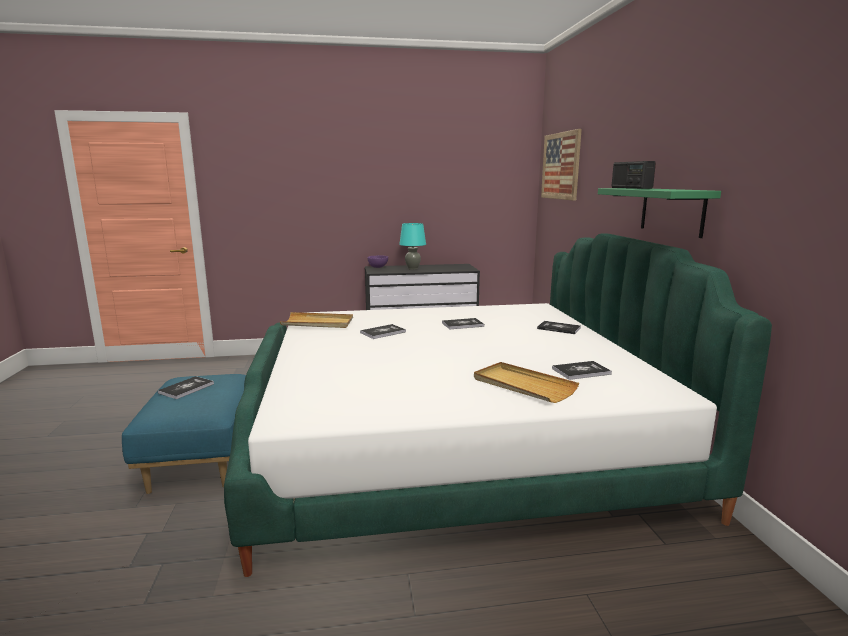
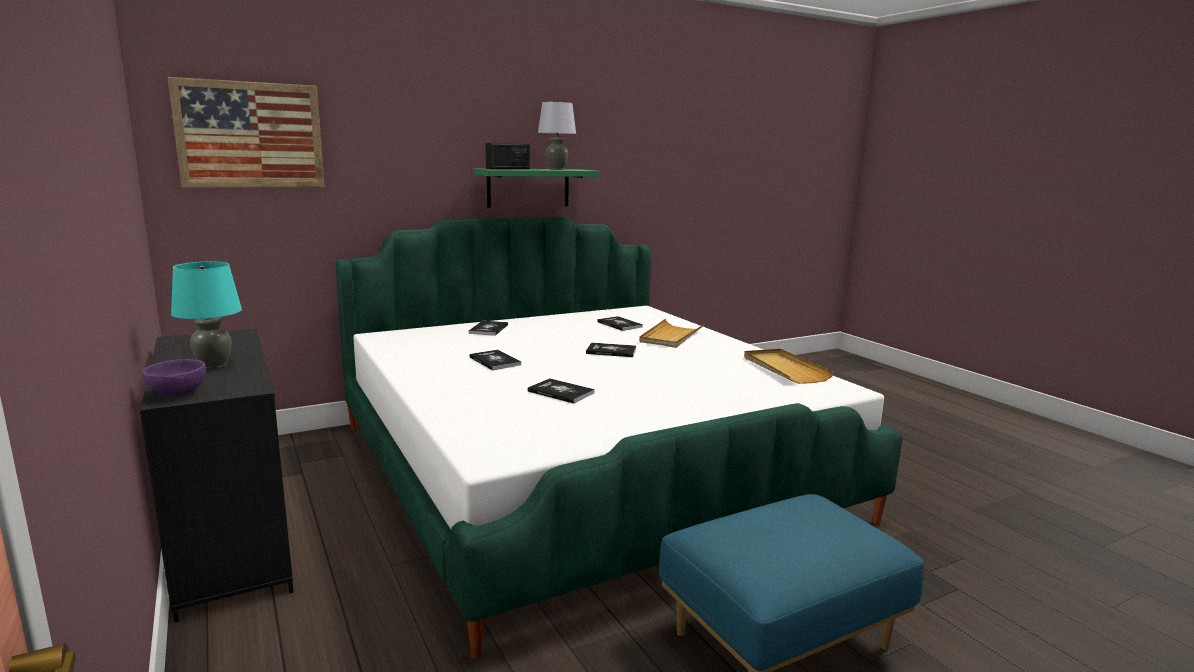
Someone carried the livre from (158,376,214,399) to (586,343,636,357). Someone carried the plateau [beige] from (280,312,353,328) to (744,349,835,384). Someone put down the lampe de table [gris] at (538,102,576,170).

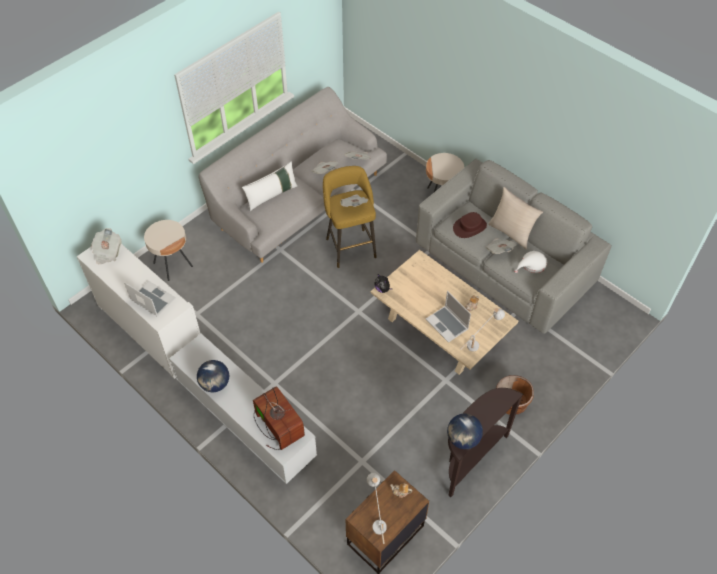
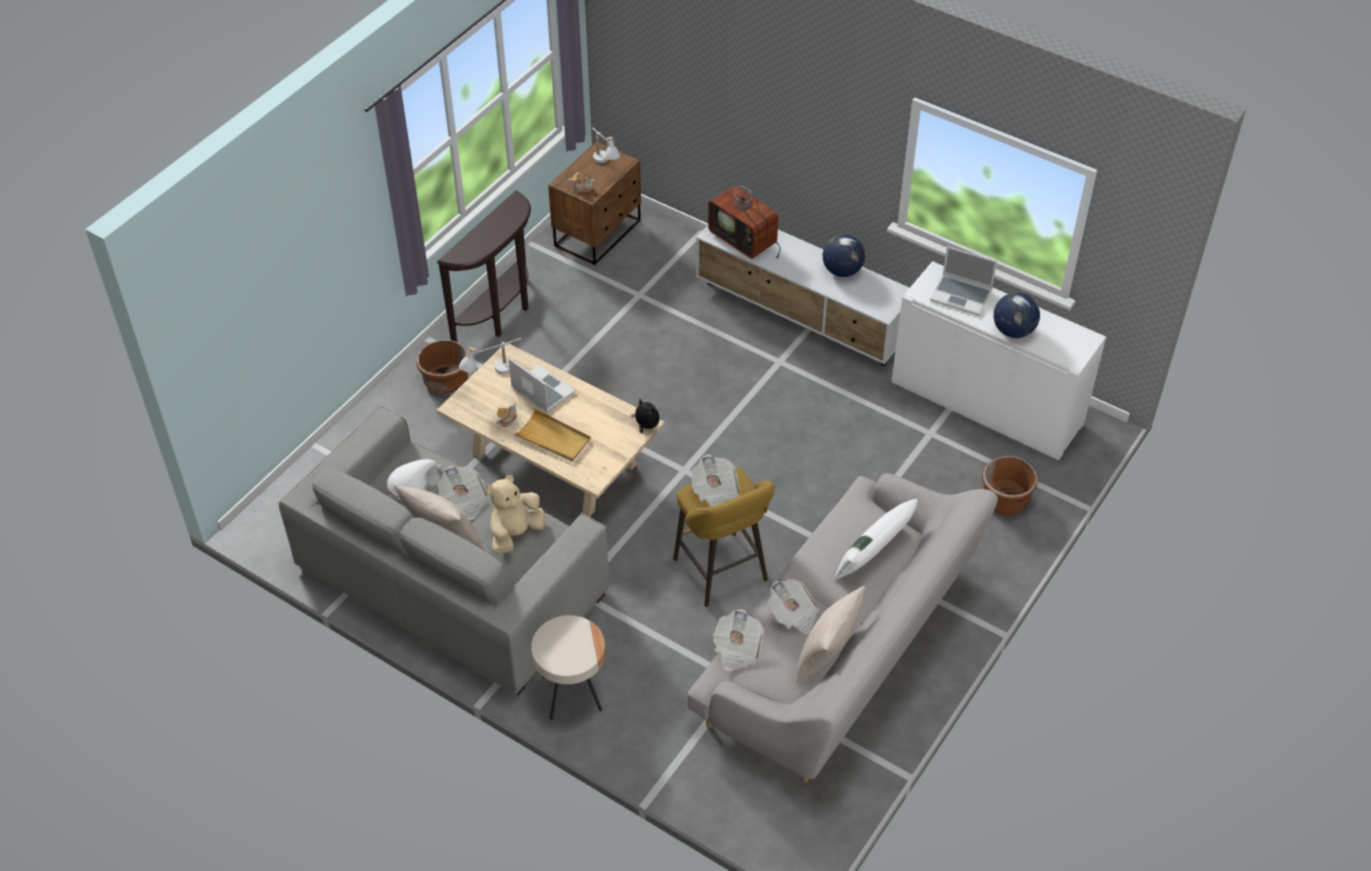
Someone took away the journal at (91,228,122,264). Someone swapped the table d'appoint [beige] at (144,220,193,281) for the cache-pot [marron] at (982,456,1038,515). Someone carried the globe from (447,414,483,449) to (994,292,1040,338). Someone swapped the chapeau [marron] at (453,212,487,238) for the peluche [beige] at (487,475,545,554). Someone put down the plateau [beige] at (514,409,591,462). Someone put down the coussin [beige] at (796,586,865,683).

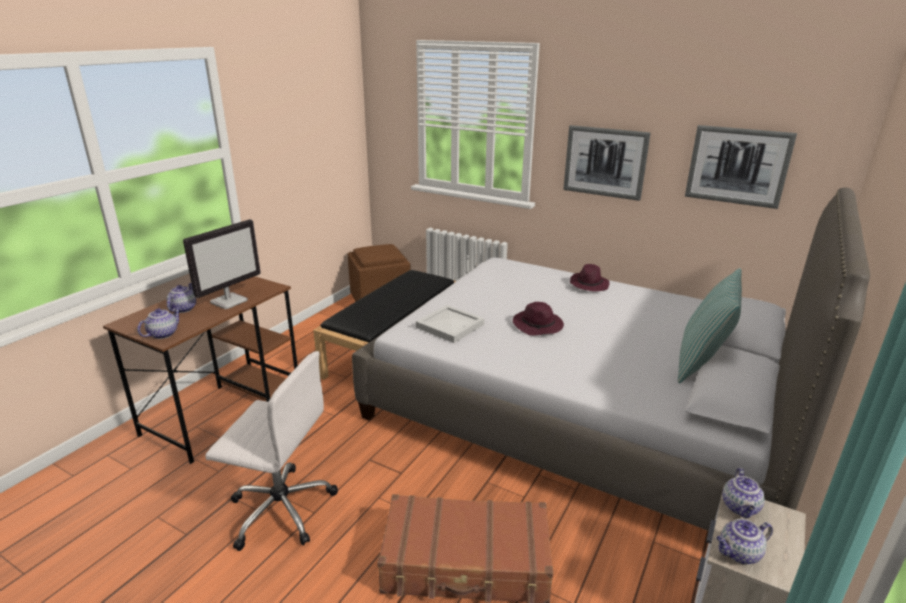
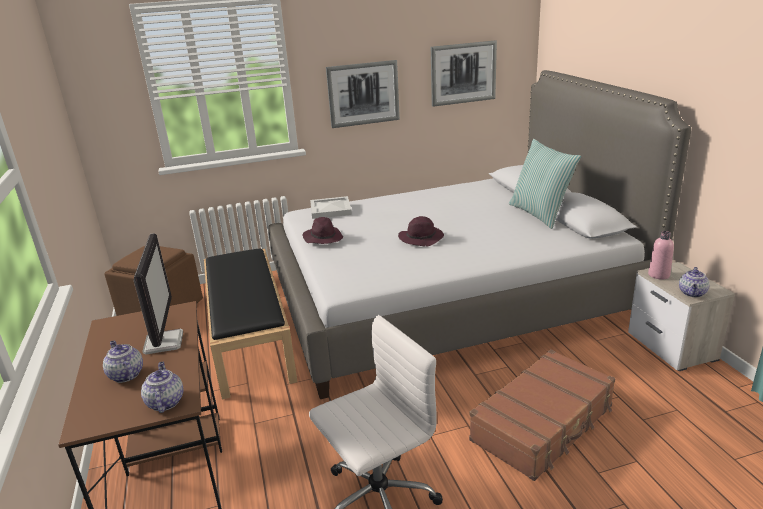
Someone carried the plateau [blanc] from (416,305,485,343) to (310,196,352,219). Someone carried the chapeau [violet] from (570,264,610,292) to (303,217,343,244). Someone swapped the théière at (722,468,765,518) for the bouteille [rose] at (648,231,674,280).

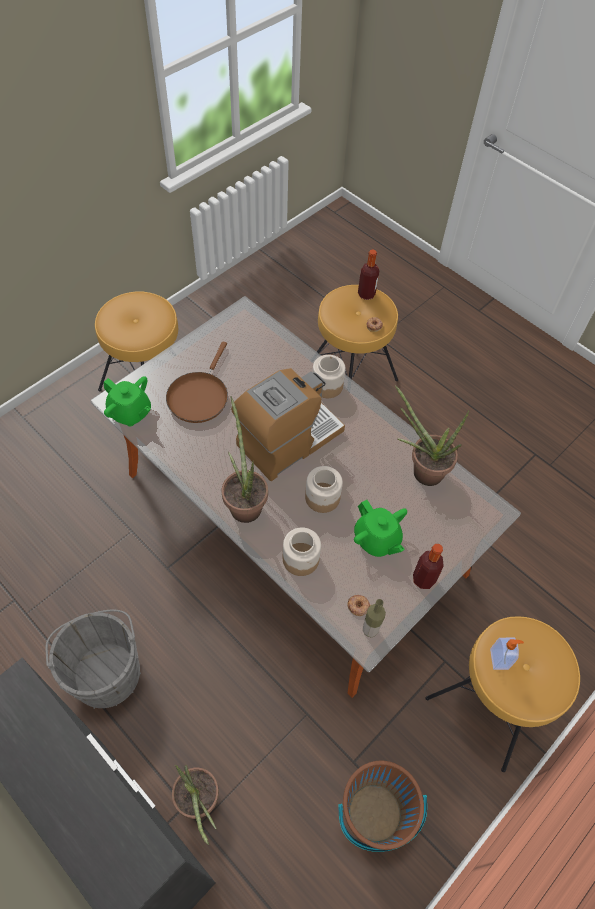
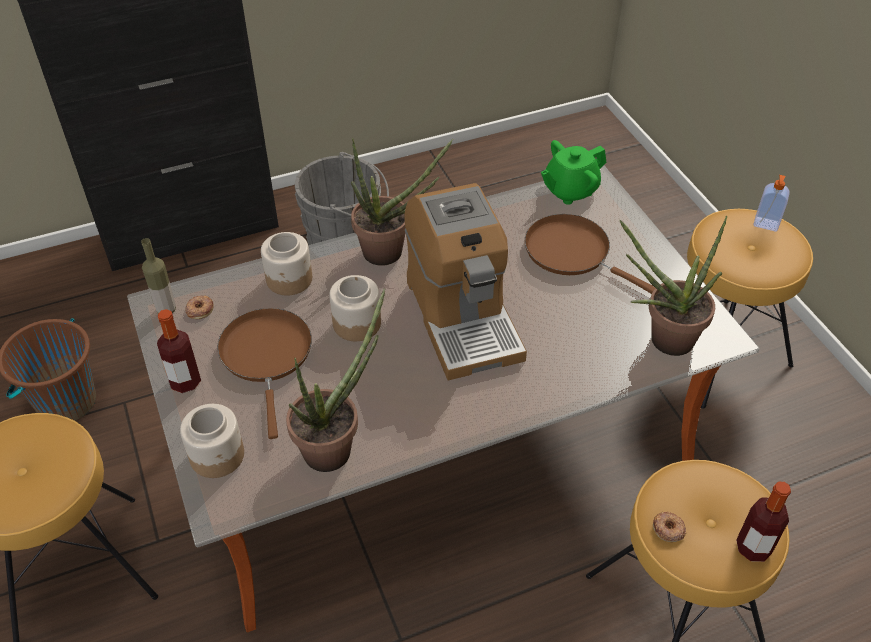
Someone carried the plante en pot from (172,765,219,845) to (620,216,727,356). Someone carried the bocal from (312,355,345,398) to (180,404,244,478). Someone swapped the théière [vert] at (354,500,407,557) for the poêle [marron] at (217,308,312,439). Someone carried the distributeur de savon from (490,638,524,670) to (753,175,789,231).

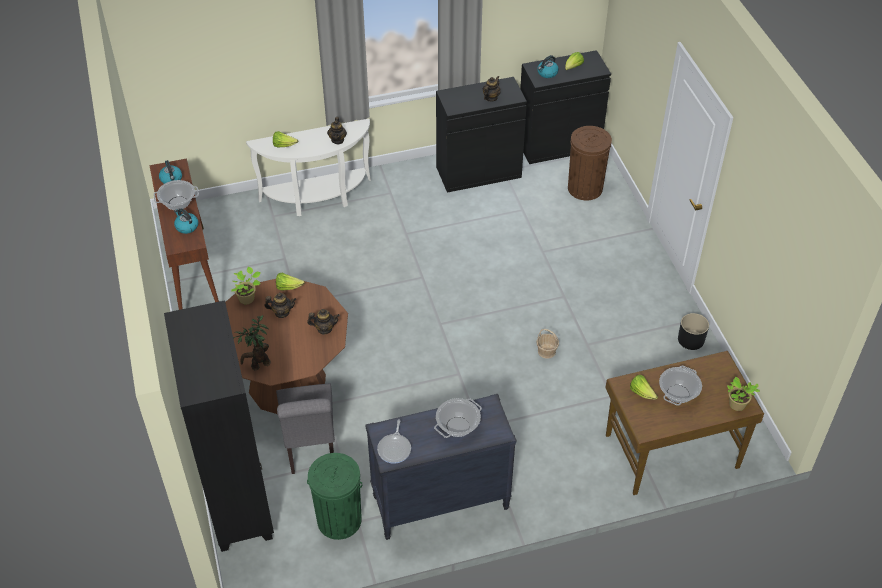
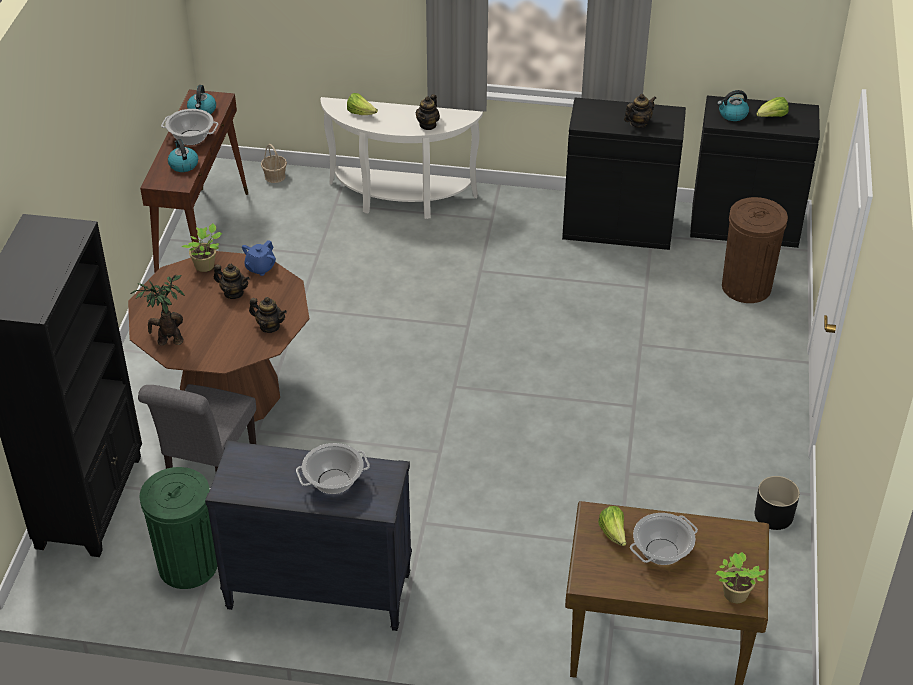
Someone swapped the laitue at (276,273,305,291) for the théière [bleu] at (242,240,276,276). Someone took away the poêle at (377,420,411,464). Someone carried the panier from (537,329,559,359) to (261,144,287,183).

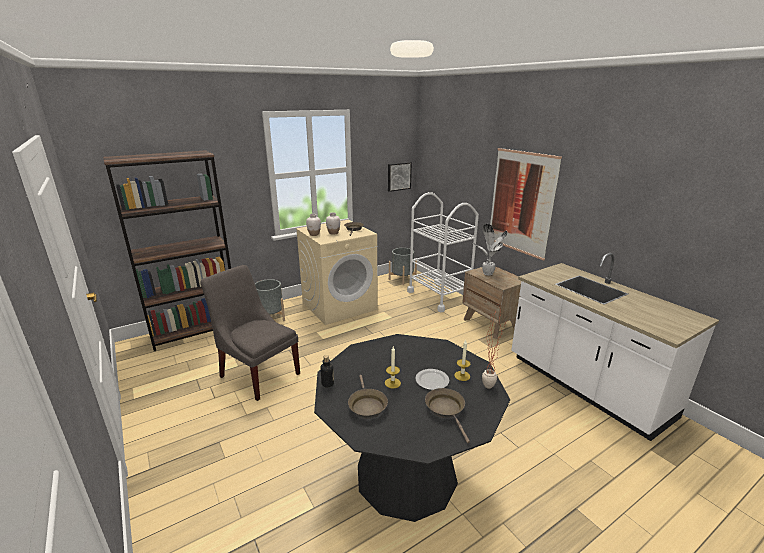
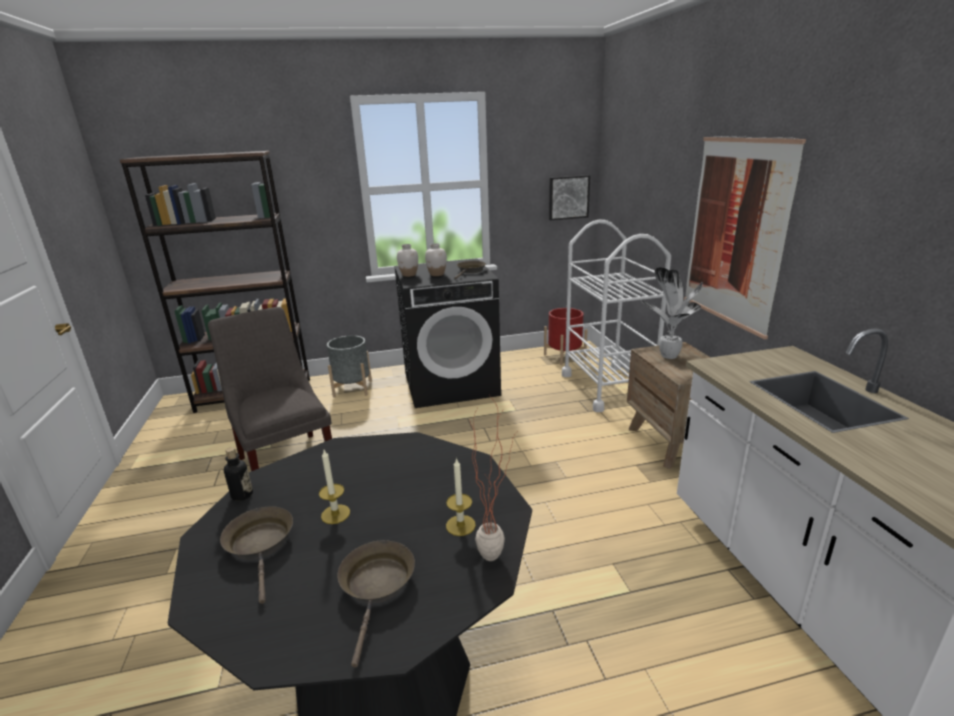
Someone repainted the lave-linge [beige] at (296,220,378,325), which became the lave-linge [noir] at (394,258,501,408). Someone rotated the poêle [marron] at (348,375,388,419) by 150 degrees clockwise. Someone repainted the cache-pot [gris] at (389,248,417,285), which became the cache-pot [rouge] at (544,308,588,365). Someone took away the assiette at (415,369,449,390).

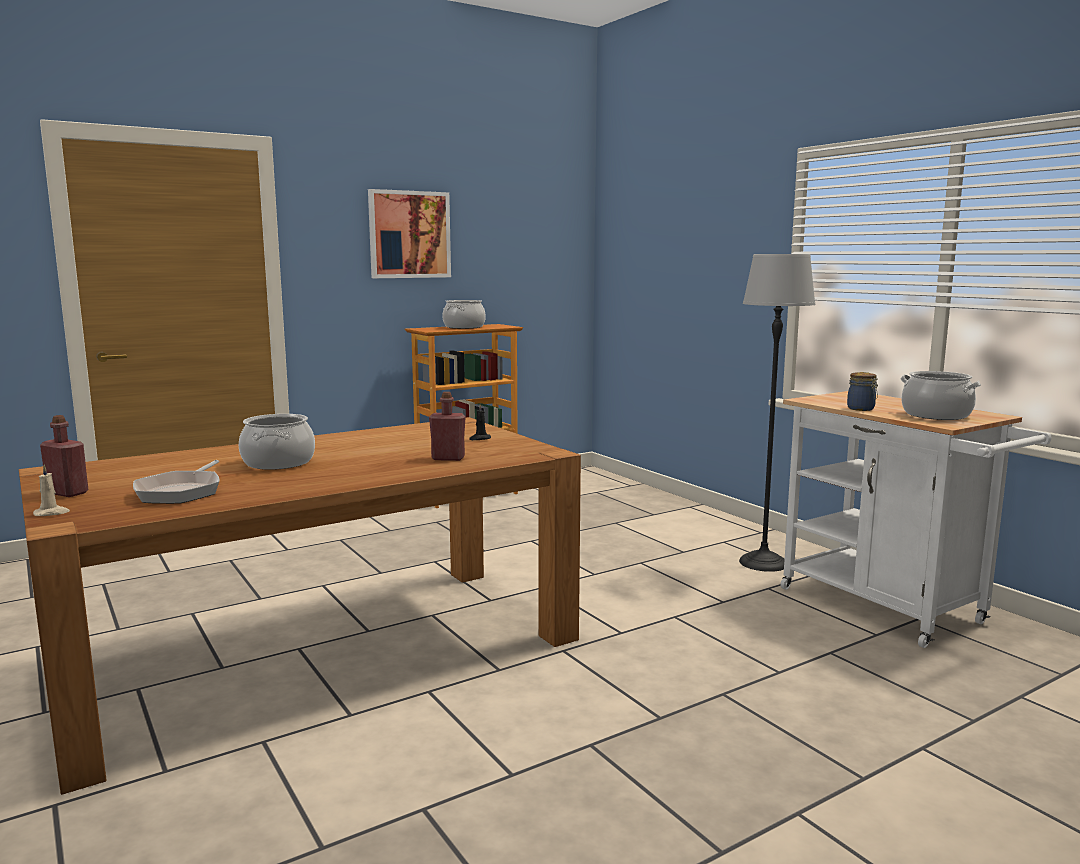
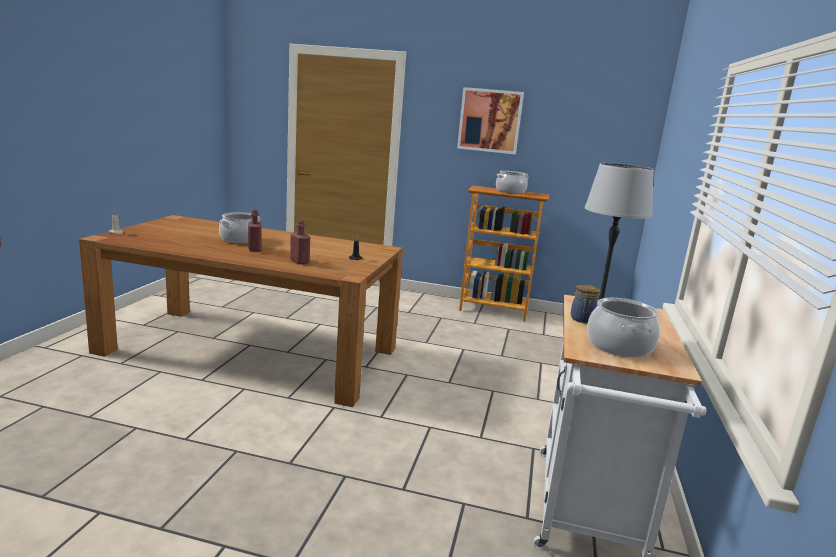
Someone carried the bouteille [rouge] from (40,415,88,497) to (248,210,262,252). Someone took away the poêle at (133,460,220,504).

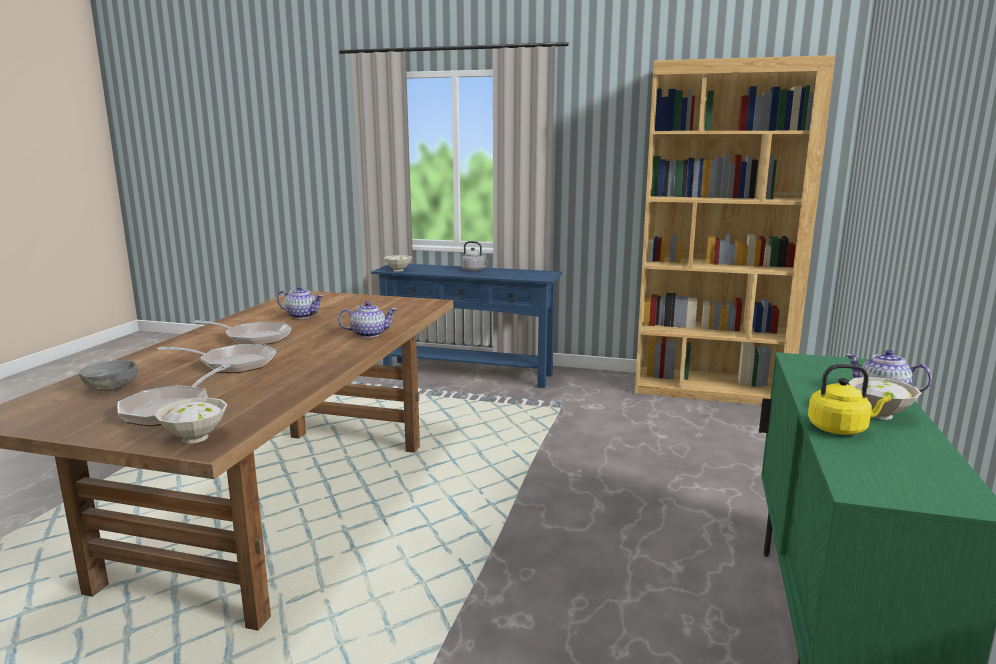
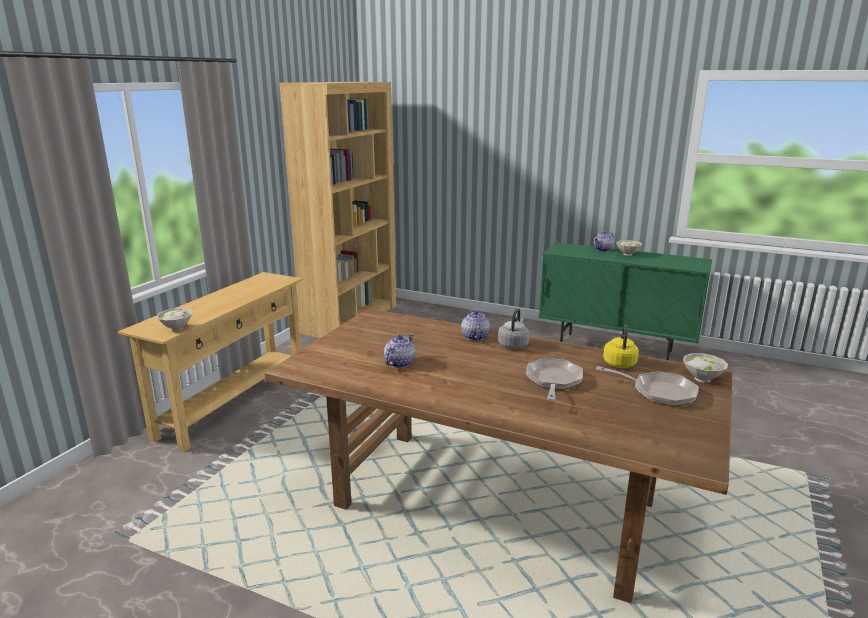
Someone took away the bol [gris] at (79,360,138,391). Someone took away the poêle at (193,320,291,345). Someone repainted the table console [bleu] at (371,264,562,388), which became the table console [beige] at (118,272,303,452). Someone carried the bouilloire [gris] from (461,241,491,271) to (498,308,530,349). Someone carried the bouilloire [jaune] from (808,364,891,435) to (603,324,639,368).

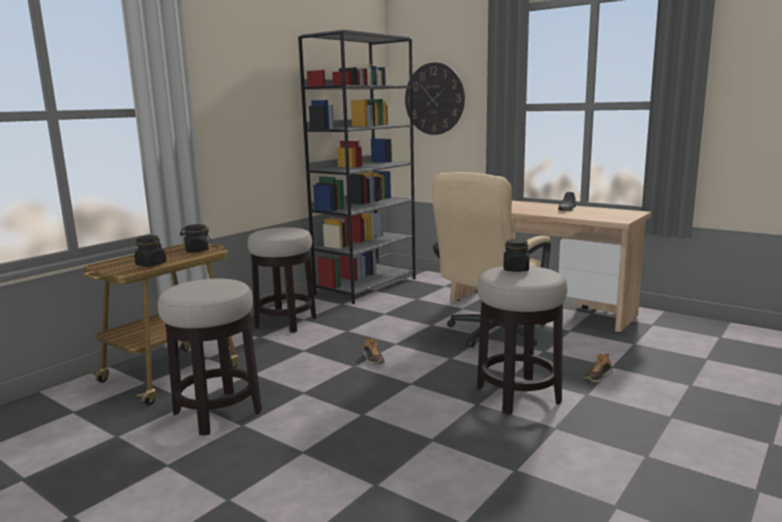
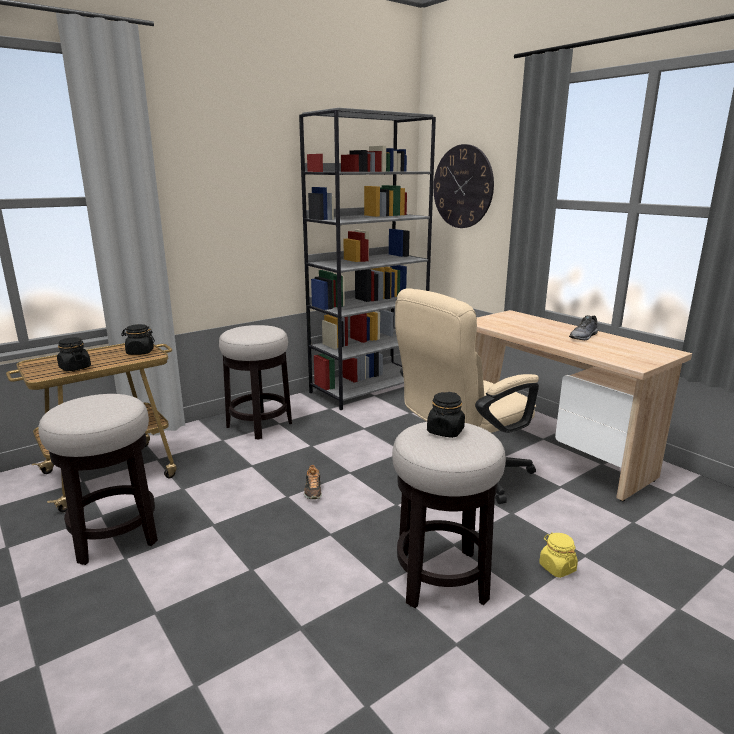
Someone swapped the chaussure at (584,354,613,382) for the bocal [jaune] at (539,532,578,578).

